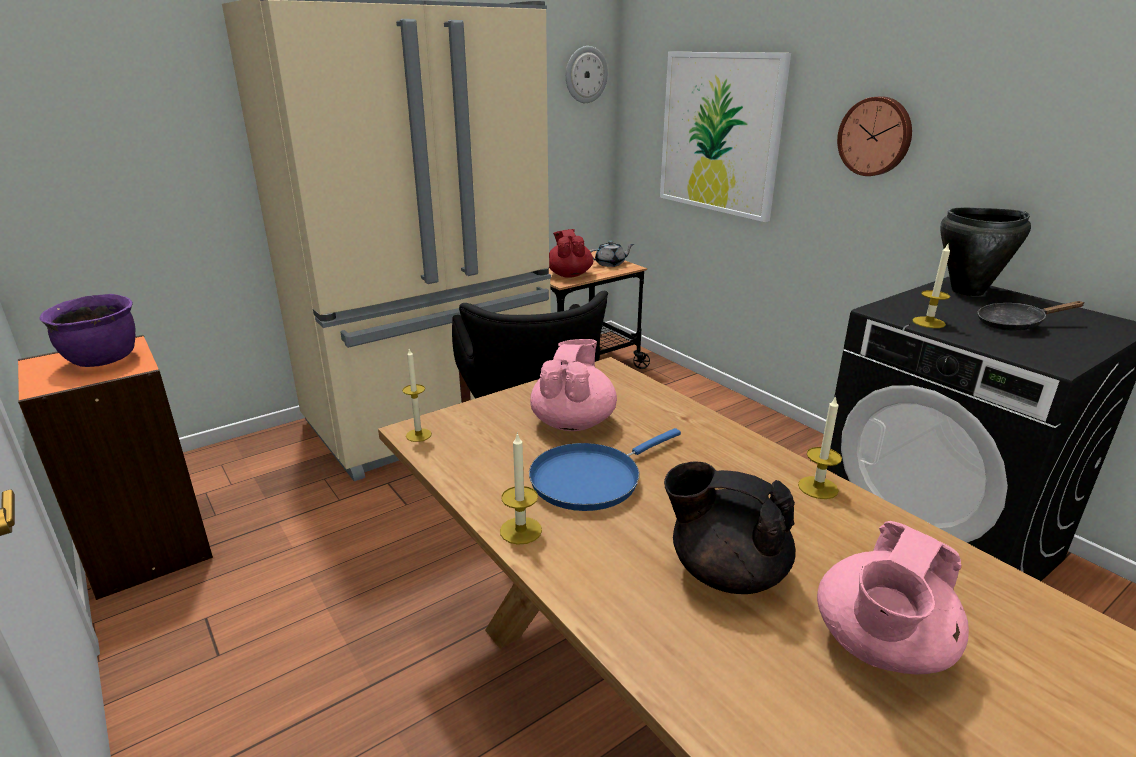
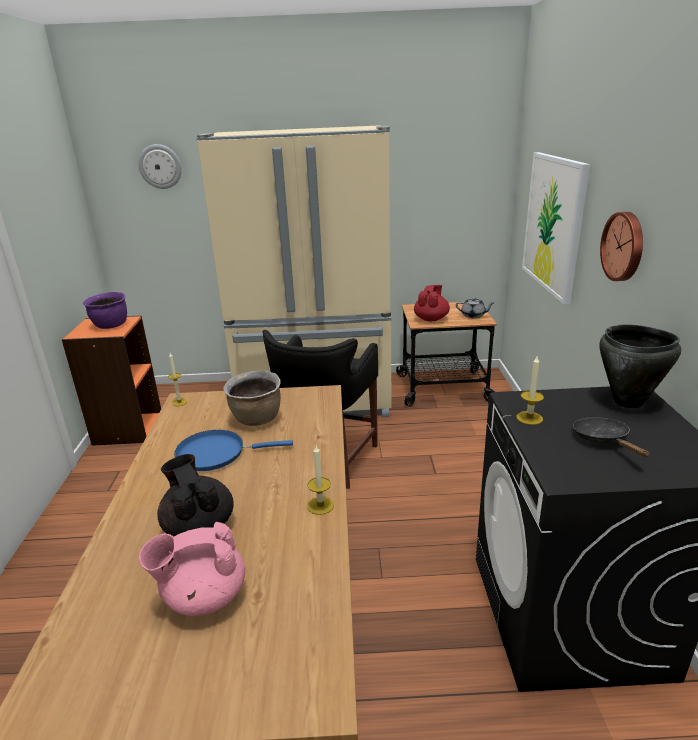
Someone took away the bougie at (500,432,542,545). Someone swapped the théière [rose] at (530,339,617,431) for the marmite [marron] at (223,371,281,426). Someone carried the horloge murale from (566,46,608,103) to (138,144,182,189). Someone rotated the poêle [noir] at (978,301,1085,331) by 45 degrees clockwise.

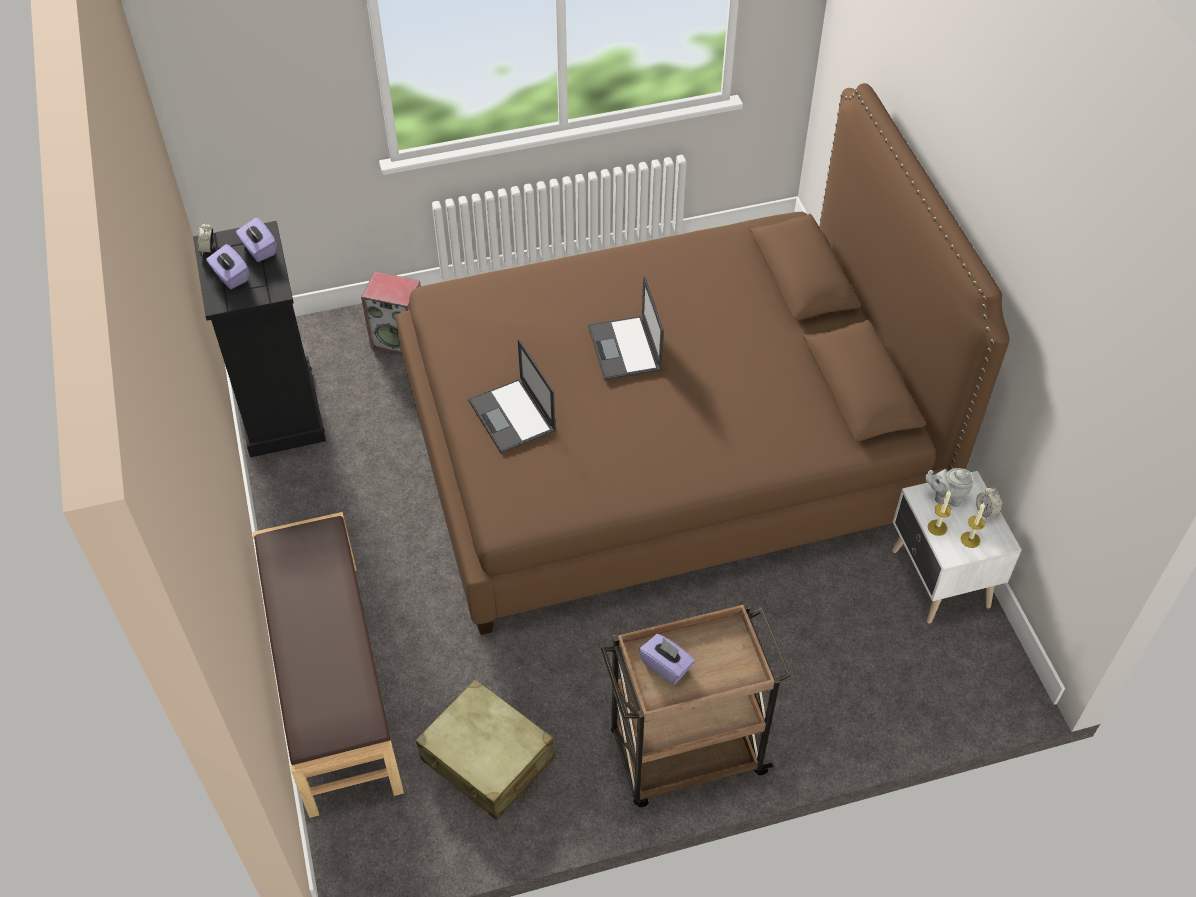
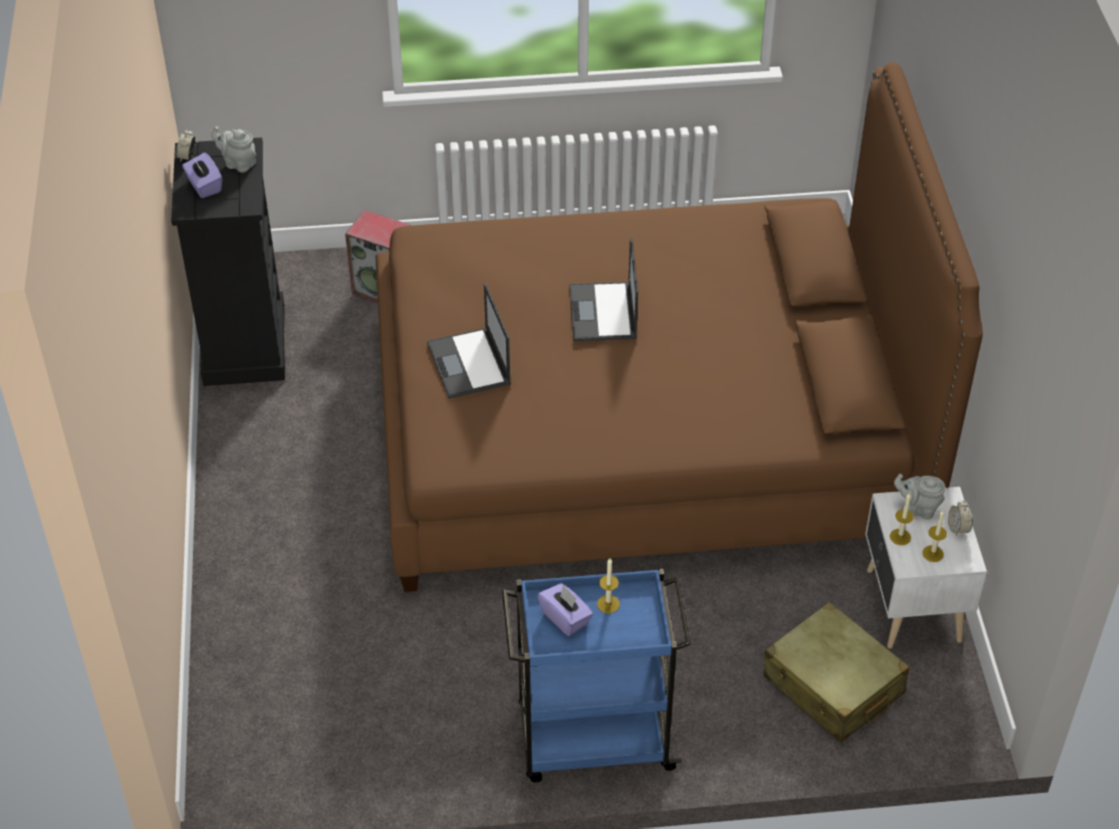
Someone swapped the boîte à mouchoirs [violet] at (236,218,276,262) for the théière [gris] at (211,126,256,173). Someone took away the banc [marron] at (253,512,404,818). Someone carried the valise [beige] from (416,679,555,820) to (763,602,910,743). Someone repainted the chariot [marron] at (601,603,791,807), which became the chariot [bleu] at (502,569,691,782). Someone put down the bougie at (597,558,620,613).

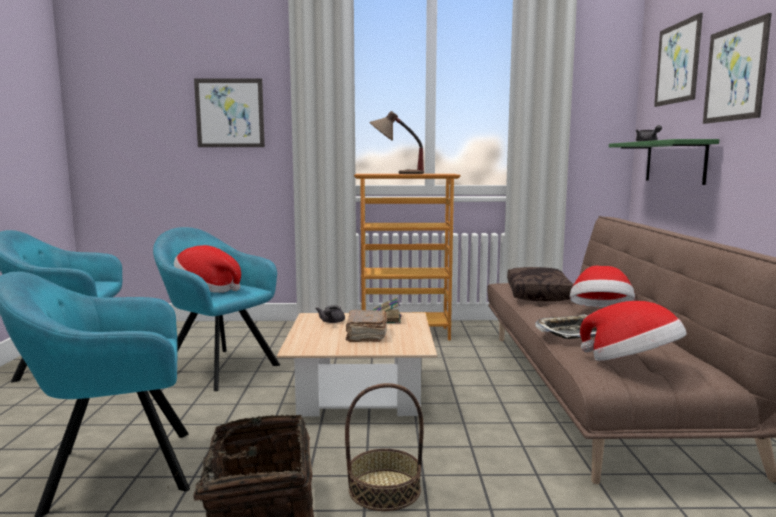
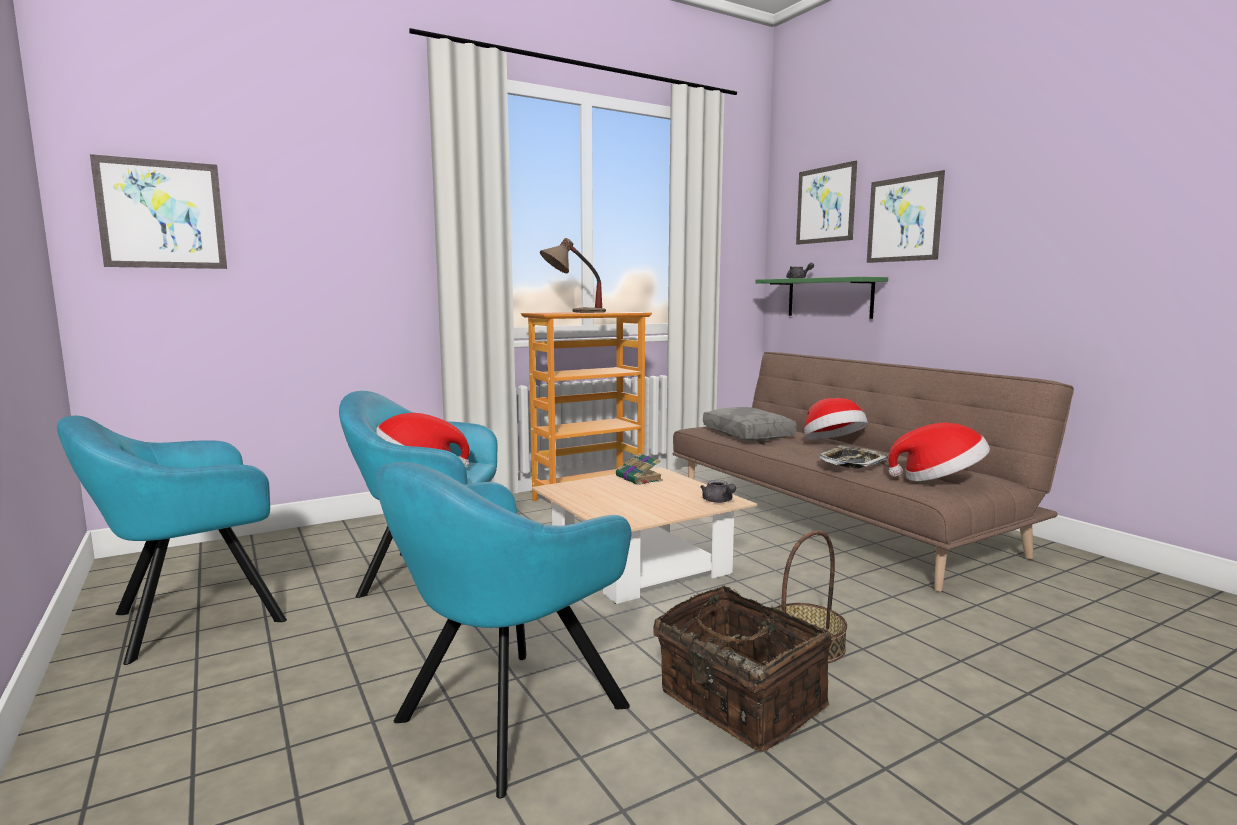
Someone carried the tableau from (194,78,265,147) to (90,154,227,269). Someone carried the théière [gris] from (316,305,345,323) to (700,480,736,503). Someone took away the livre [marron] at (346,310,387,342). Someone repainted the coussin [marron] at (507,267,573,301), which became the coussin [gris] at (703,407,797,441).

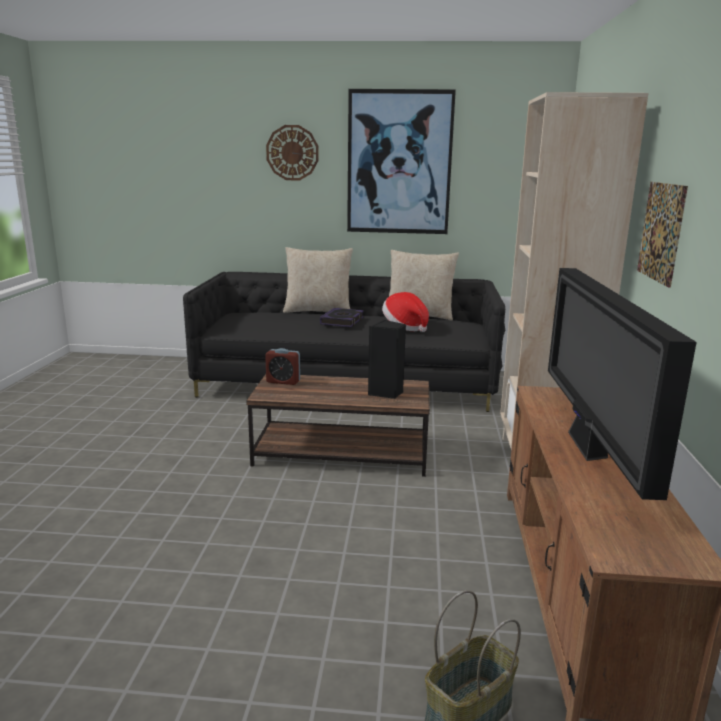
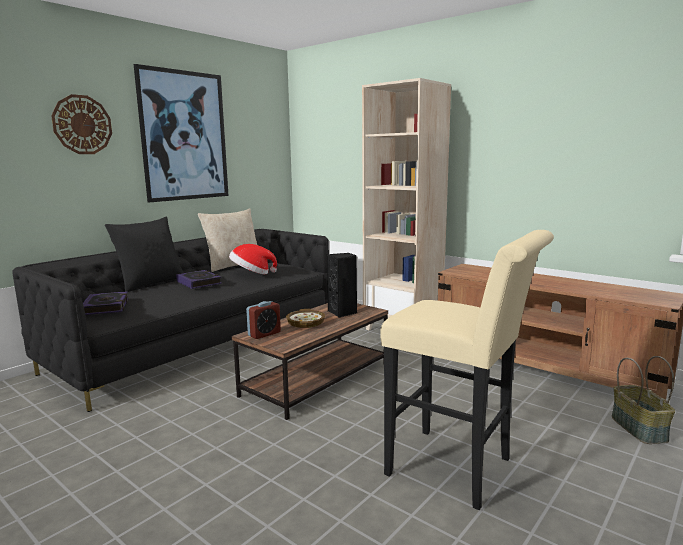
Someone repainted the coussin [beige] at (283,247,353,313), which became the coussin [noir] at (105,217,184,292). Someone took away the téléviseur at (548,268,697,500). Someone took away the tableau at (637,182,688,288). Someone put down the livre at (83,291,128,315). Someone put down the bol at (286,309,325,328). Someone put down the tabouret [beige] at (381,230,554,510).

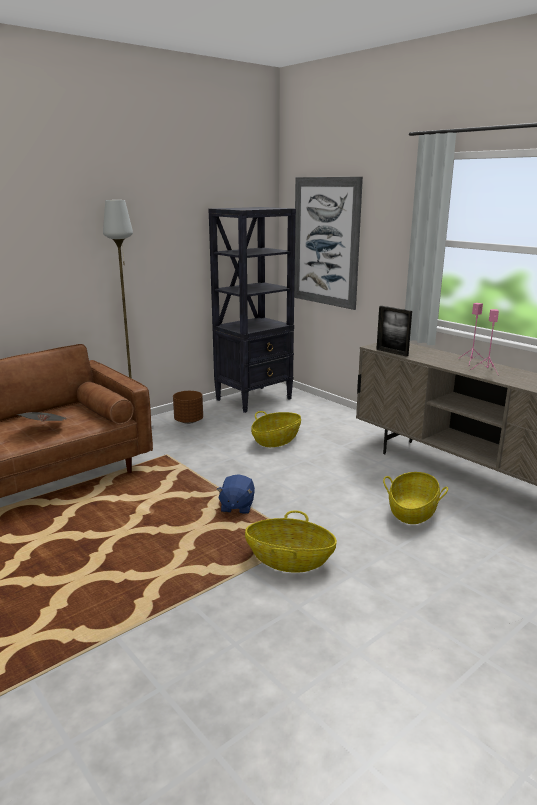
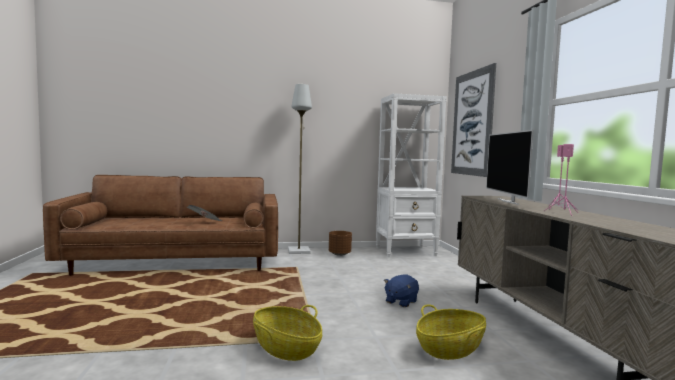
Someone repainted the bibliothèque [noir] at (208,207,296,413), which became the bibliothèque [blanc] at (376,93,447,257). Someone carried the peluche [bleu] from (217,474,255,514) to (384,274,419,307). Someone took away the panier at (251,411,301,447). Someone took away the cadre photo at (376,306,412,357). Someone put down the téléviseur at (486,130,534,205).

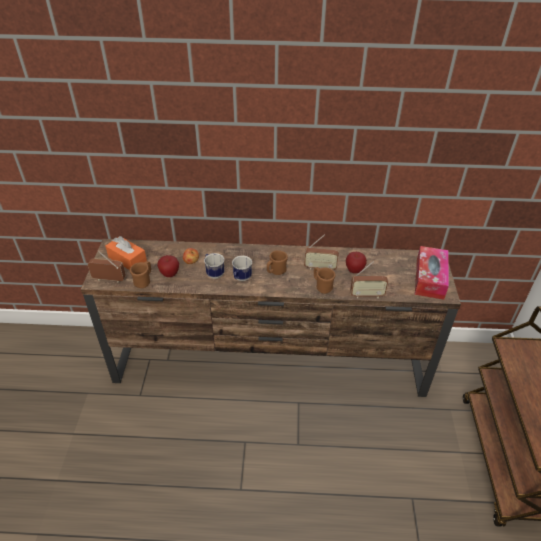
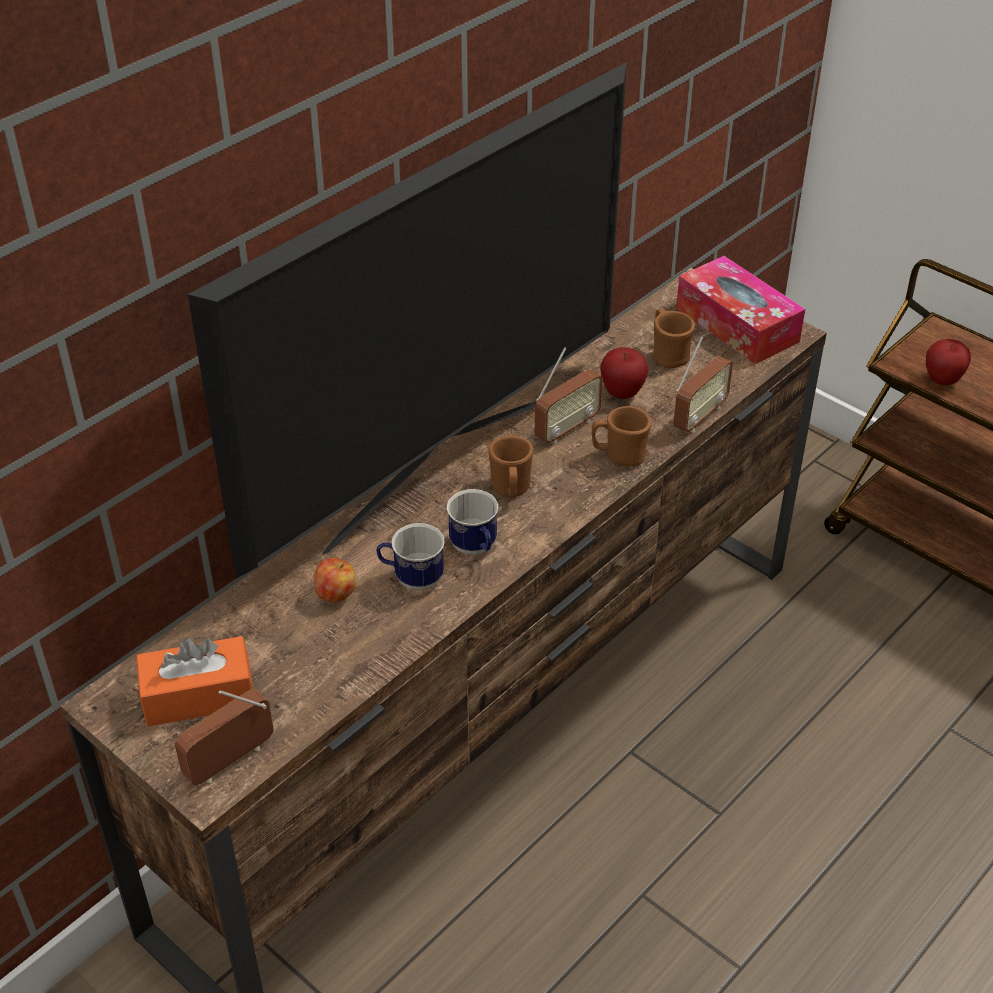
Someone carried the mug [marron] from (130,261,151,288) to (653,309,695,368). Someone carried the pomme from (157,255,179,277) to (926,339,971,385). Someone put down the téléviseur at (188,62,627,579).

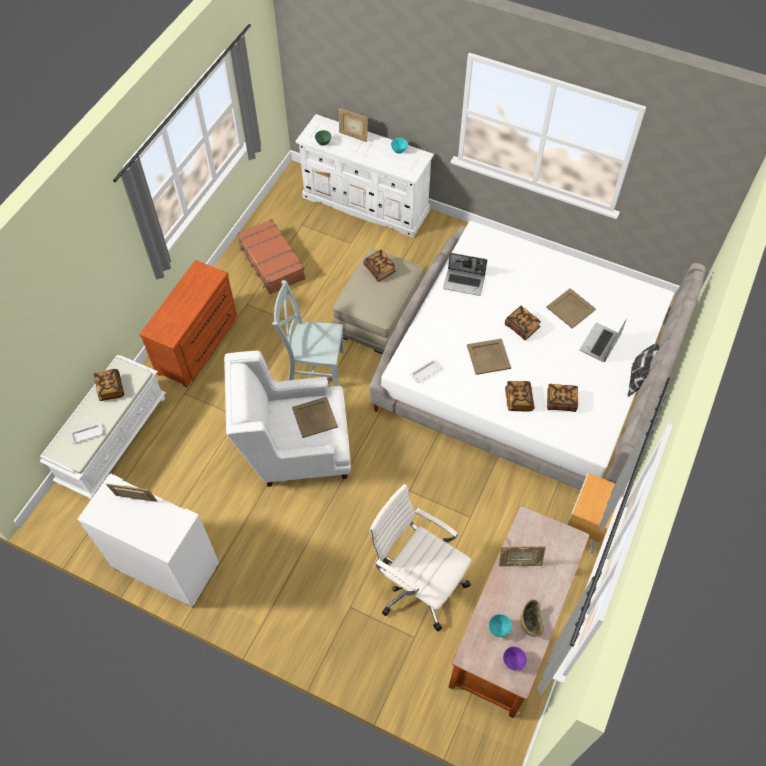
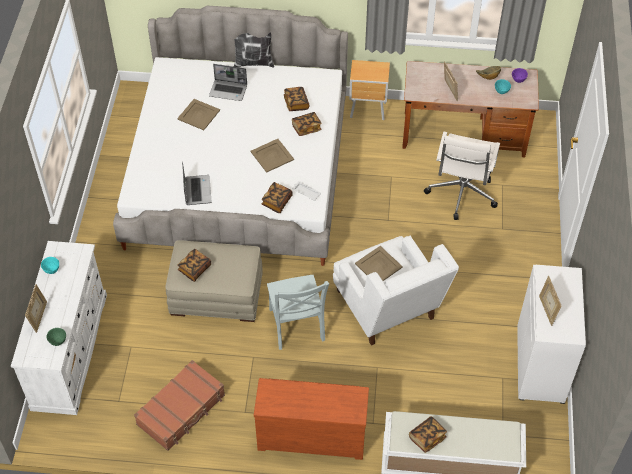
Someone took away the plateau [blanc] at (69,423,104,443). Someone carried the livre from (505,306,541,340) to (262,182,293,213).

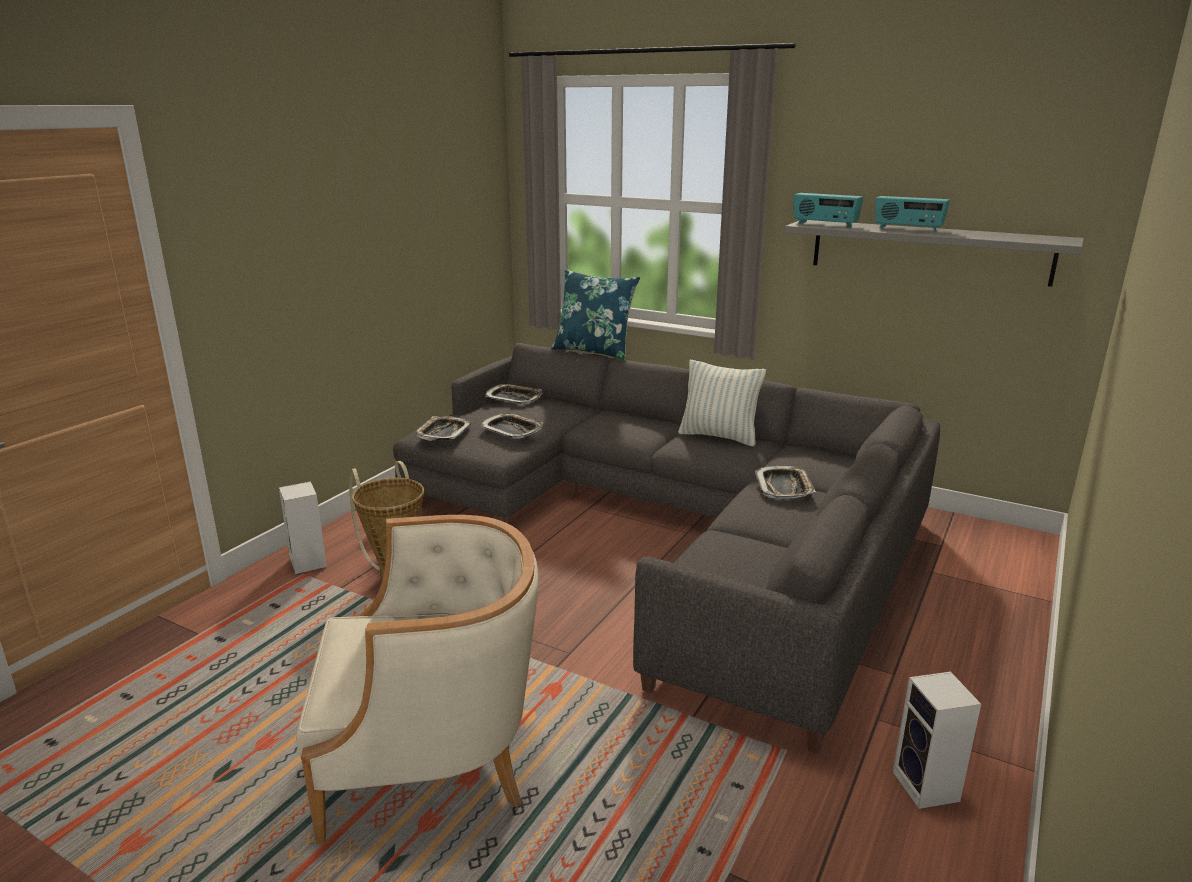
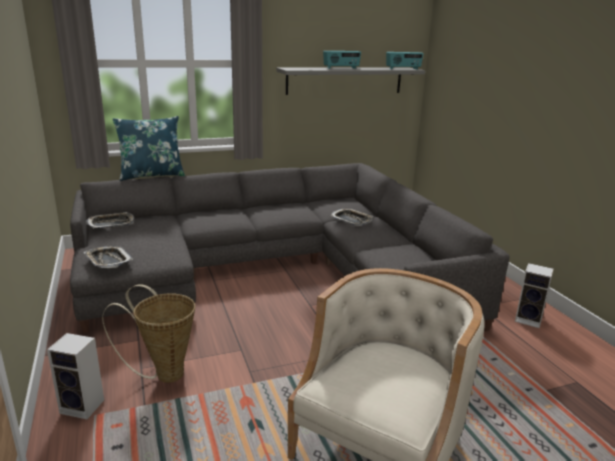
Someone took away the plateau at (480,413,544,439). Someone took away the coussin at (678,360,766,446). Someone carried the radio from (794,193,864,228) to (386,52,424,70).

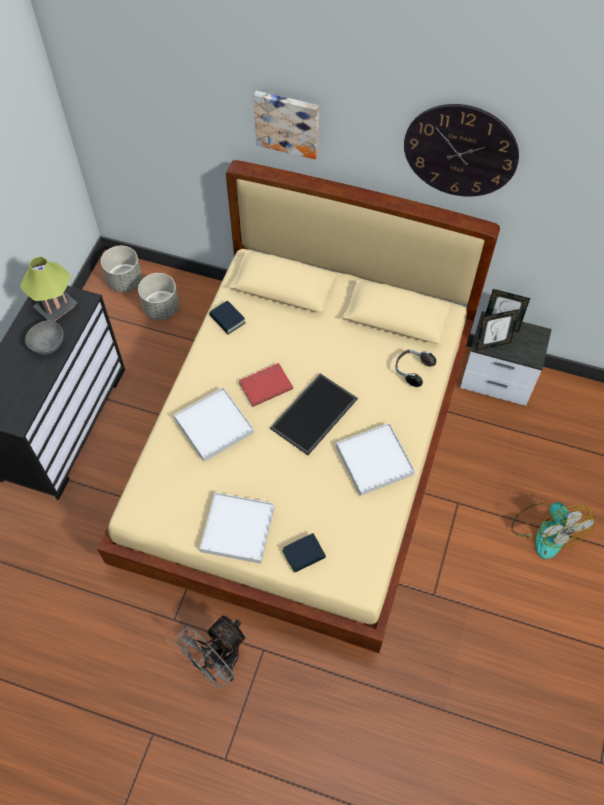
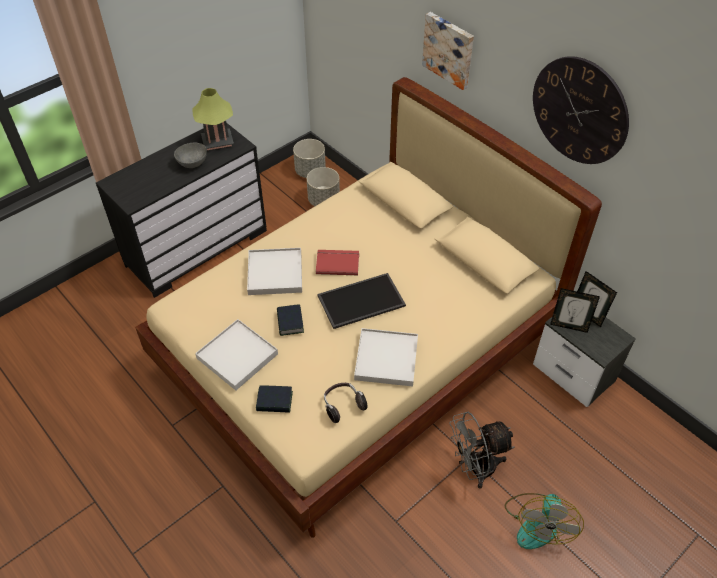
Someone carried the ventilateur [gris] from (174,614,247,688) to (450,412,514,489). Someone carried the livre from (209,300,246,334) to (277,304,304,336). Someone carried the casque audio from (395,350,436,387) to (324,383,368,423).

